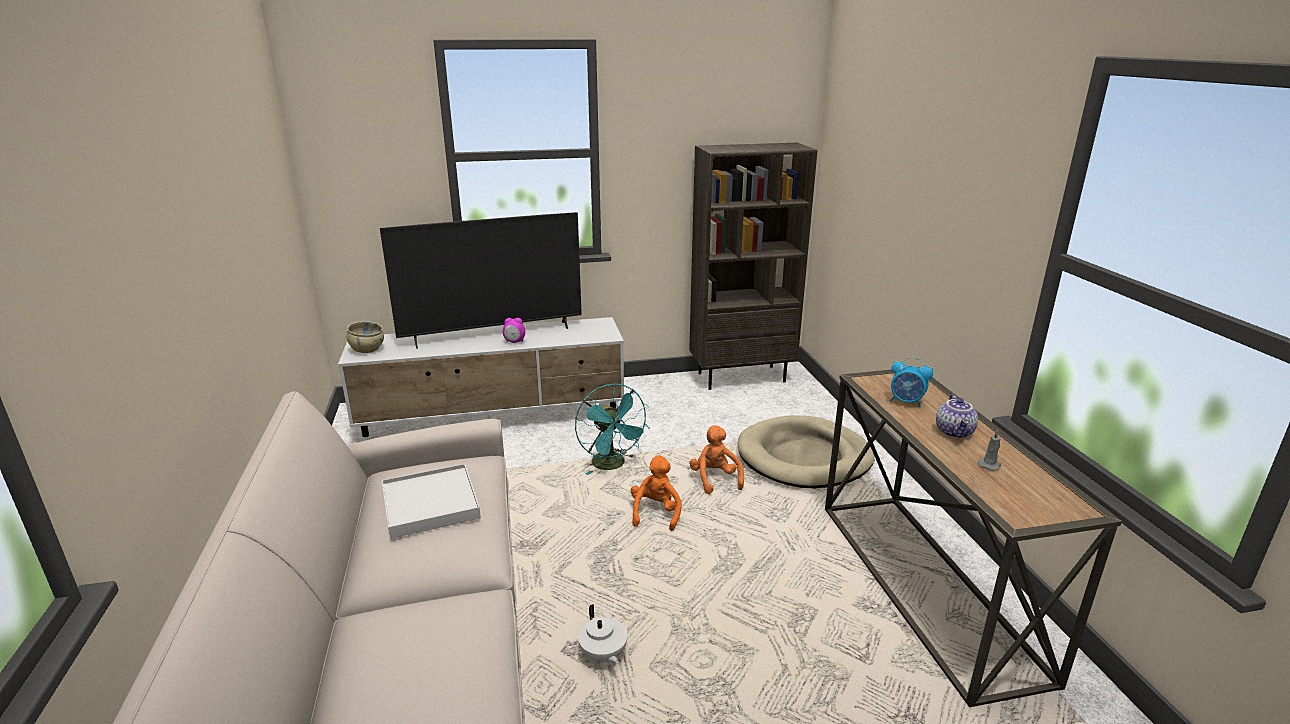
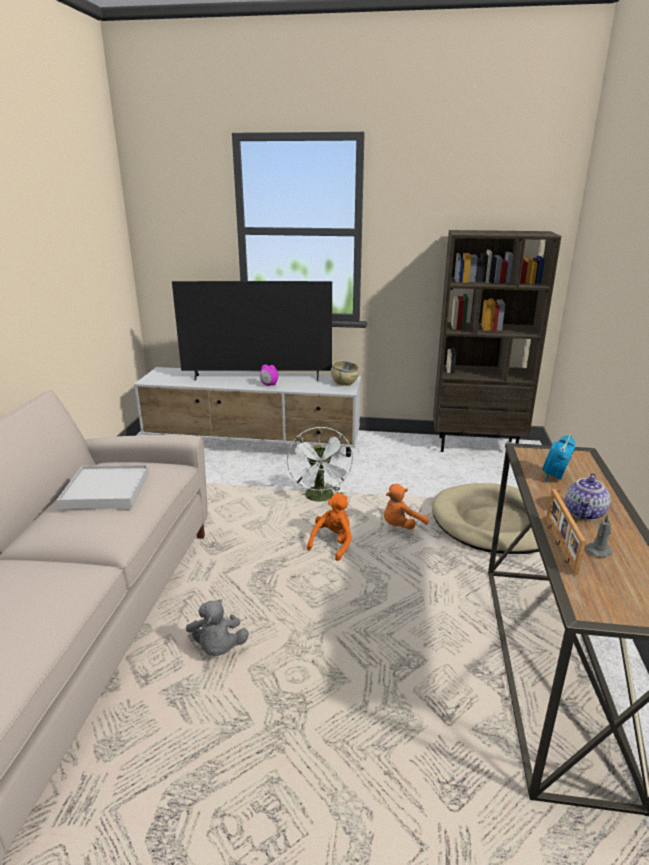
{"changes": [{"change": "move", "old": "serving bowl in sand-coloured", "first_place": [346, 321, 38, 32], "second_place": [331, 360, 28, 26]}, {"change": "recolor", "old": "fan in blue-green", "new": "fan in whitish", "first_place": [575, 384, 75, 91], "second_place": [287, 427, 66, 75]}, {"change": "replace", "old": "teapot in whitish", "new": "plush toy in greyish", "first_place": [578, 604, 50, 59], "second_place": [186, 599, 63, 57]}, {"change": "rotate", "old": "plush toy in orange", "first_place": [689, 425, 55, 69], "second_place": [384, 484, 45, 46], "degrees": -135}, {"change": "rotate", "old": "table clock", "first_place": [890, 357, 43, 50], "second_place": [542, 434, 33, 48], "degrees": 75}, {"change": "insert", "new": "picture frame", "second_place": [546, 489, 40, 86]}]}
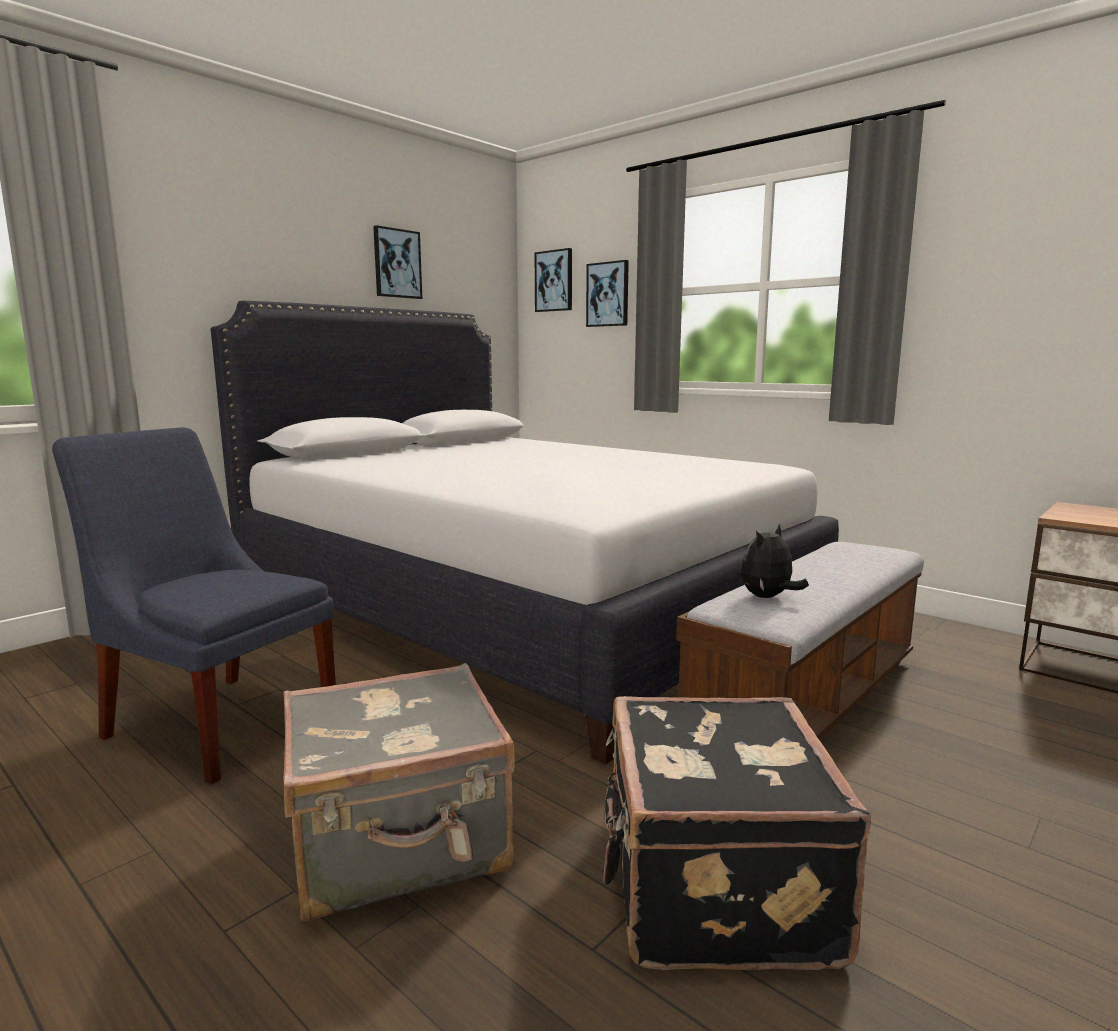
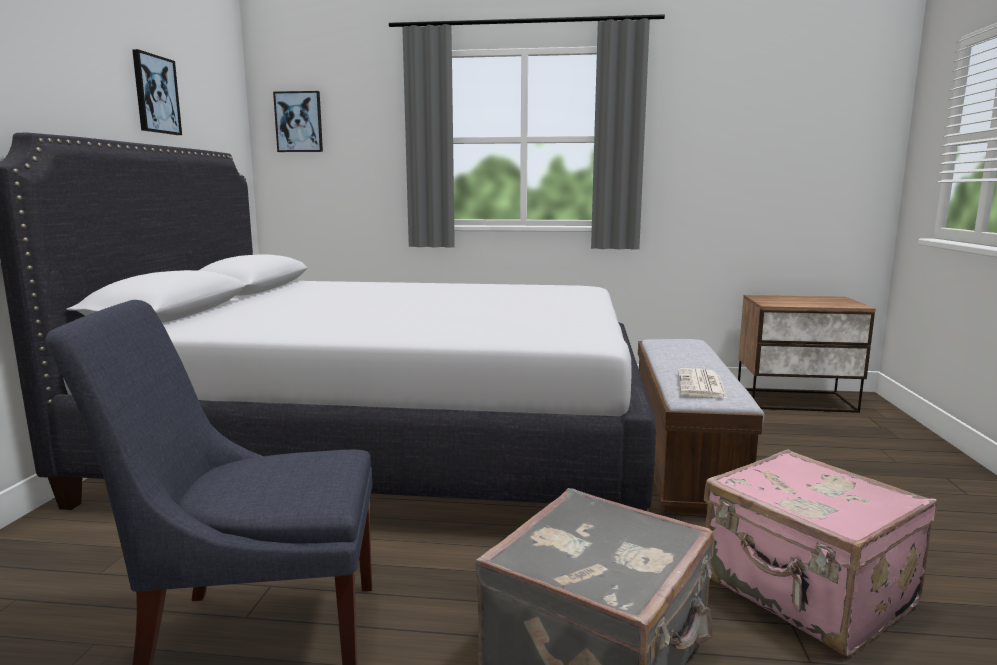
{"changes": [{"change": "delete", "old": "wall picture", "first_place": [586, 260, 43, 67]}, {"change": "recolor", "old": "travel case in black-coloured", "new": "travel case in pink", "first_place": [603, 696, 268, 274], "second_place": [704, 449, 233, 207]}, {"change": "replace", "old": "plush toy", "new": "newspaper", "first_place": [741, 524, 68, 74], "second_place": [678, 368, 50, 31]}]}
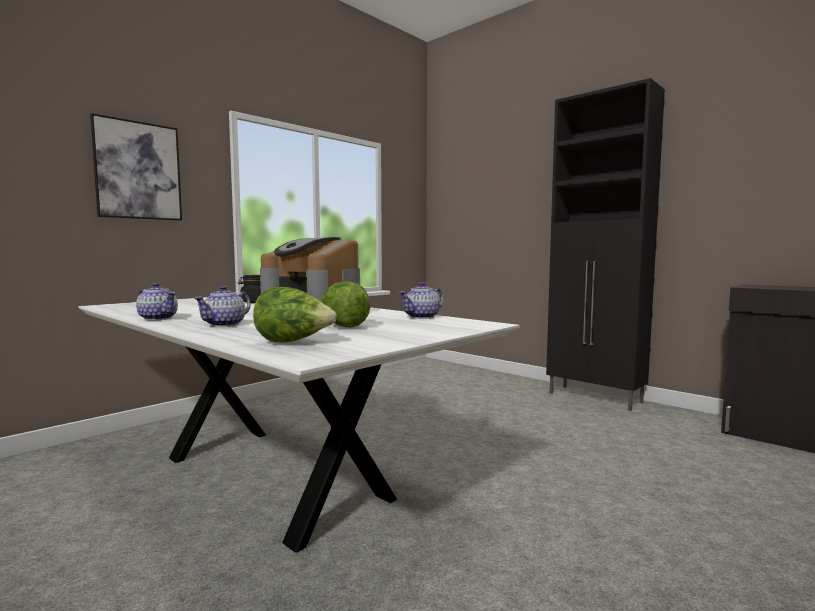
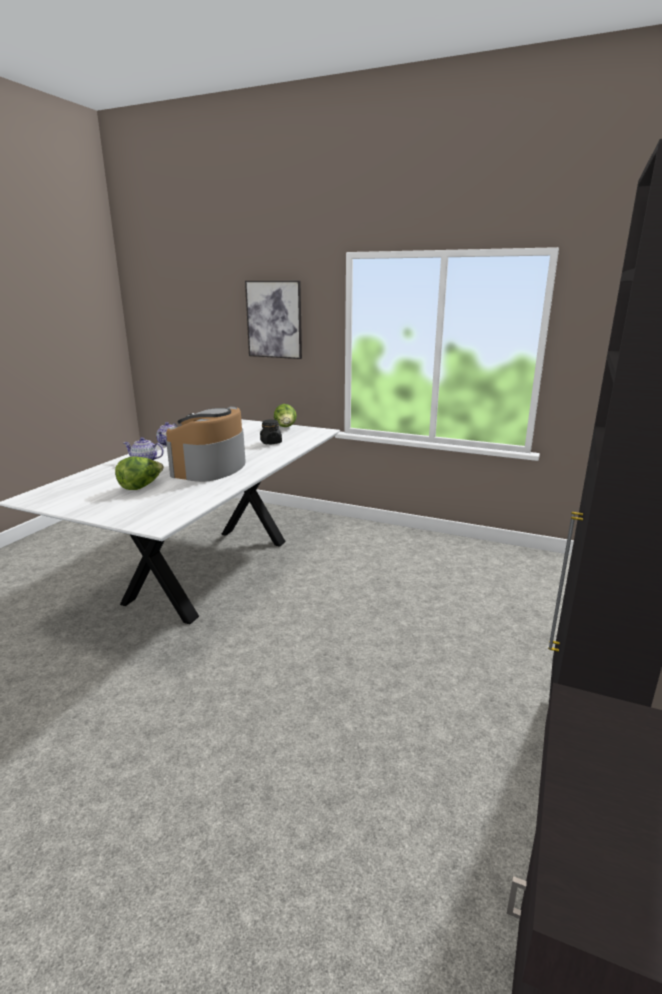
{"changes": [{"change": "move", "old": "lettuce head", "first_place": [253, 287, 84, 56], "second_place": [274, 404, 23, 23]}, {"change": "delete", "old": "teapot", "first_place": [399, 282, 45, 37]}]}
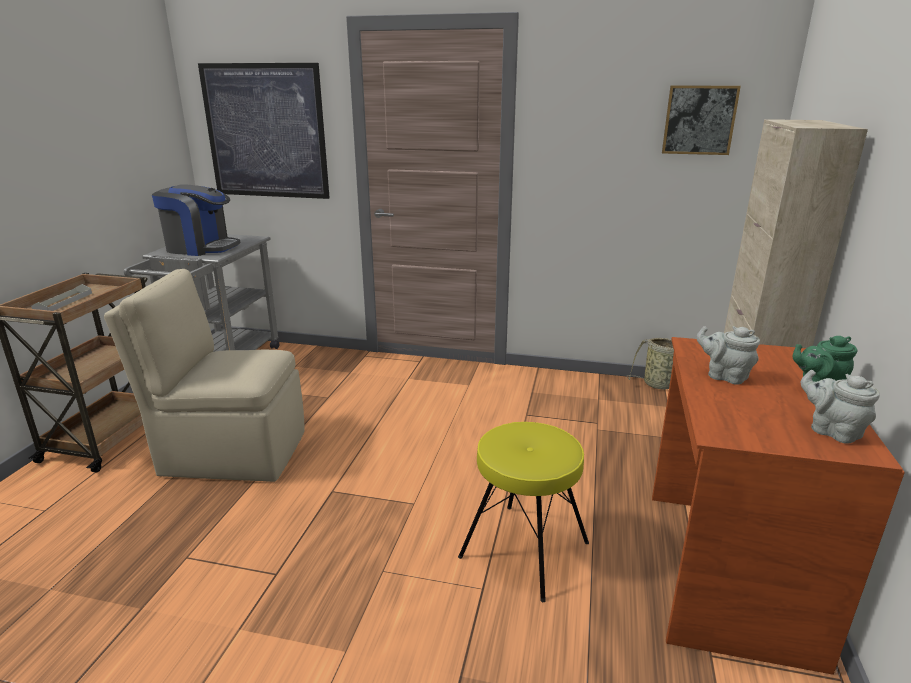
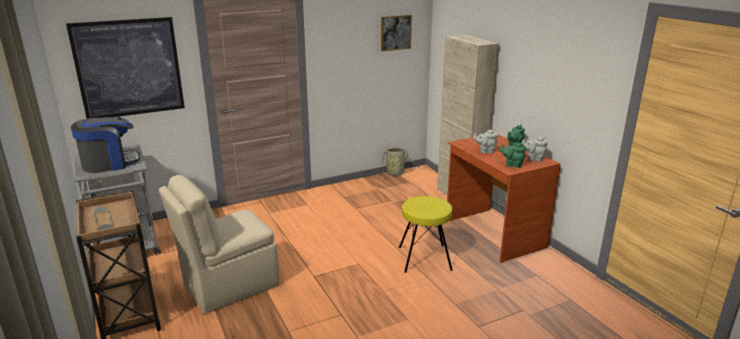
{"changes": [{"change": "insert", "new": "teapot in green", "second_place": [499, 143, 27, 25]}]}
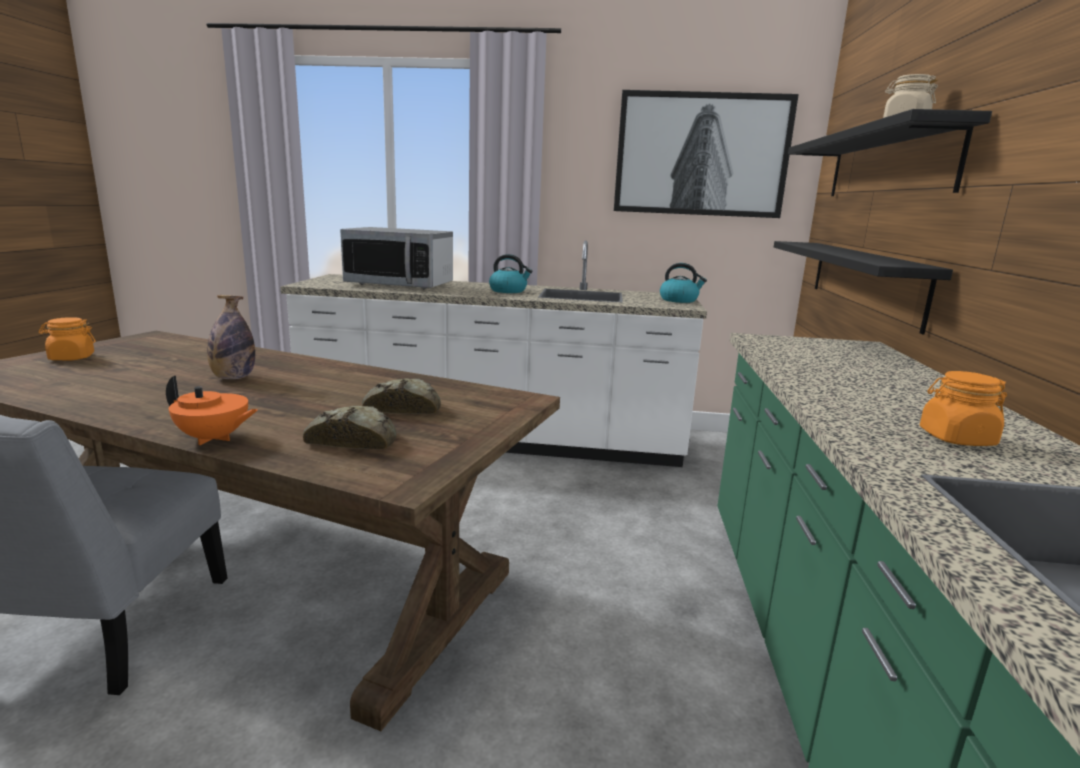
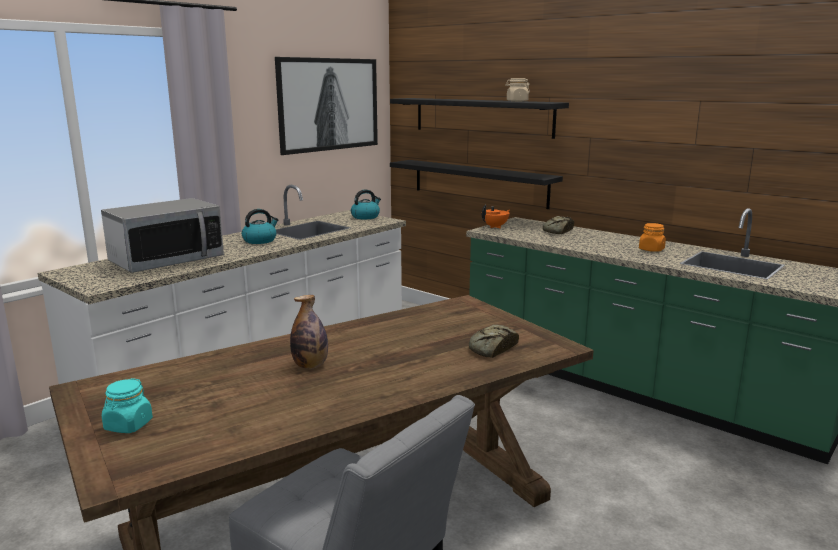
{"changes": [{"change": "recolor", "old": "preserve jar in orange", "new": "preserve jar in blue-green", "first_place": [39, 317, 57, 44], "second_place": [102, 378, 51, 55]}, {"change": "move", "old": "teapot in orange", "first_place": [166, 376, 92, 69], "second_place": [481, 205, 29, 23]}, {"change": "move", "old": "bread", "first_place": [362, 378, 79, 36], "second_place": [542, 216, 32, 18]}]}
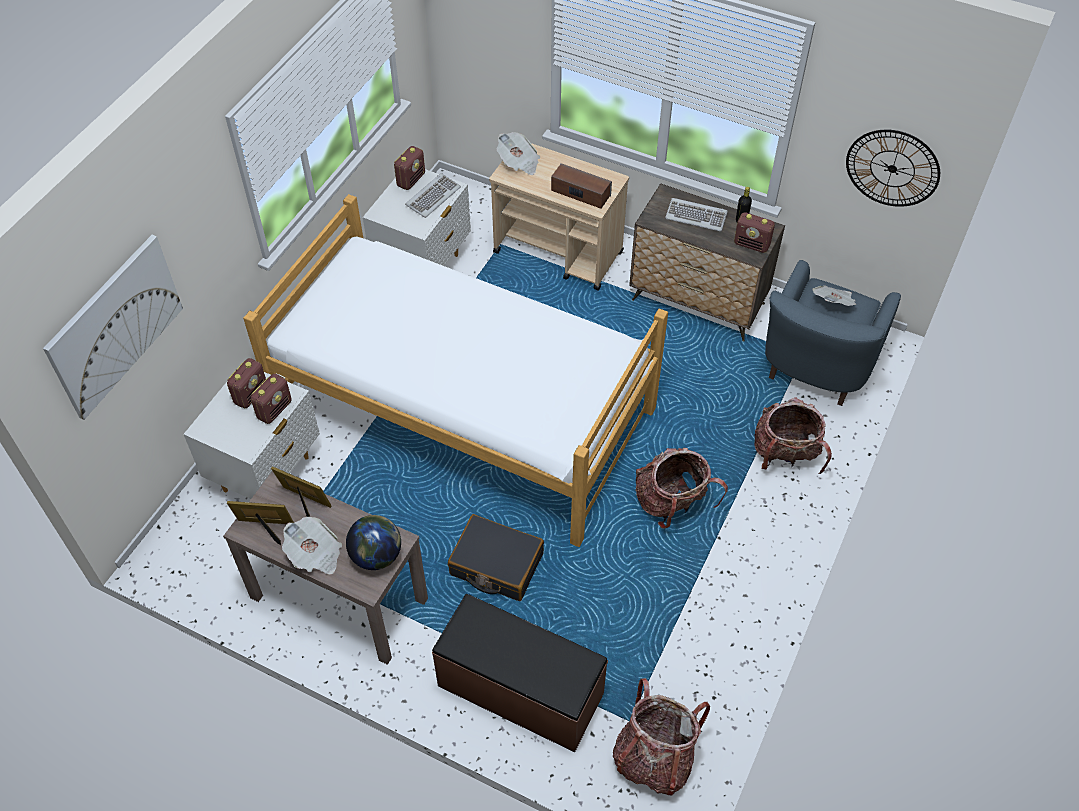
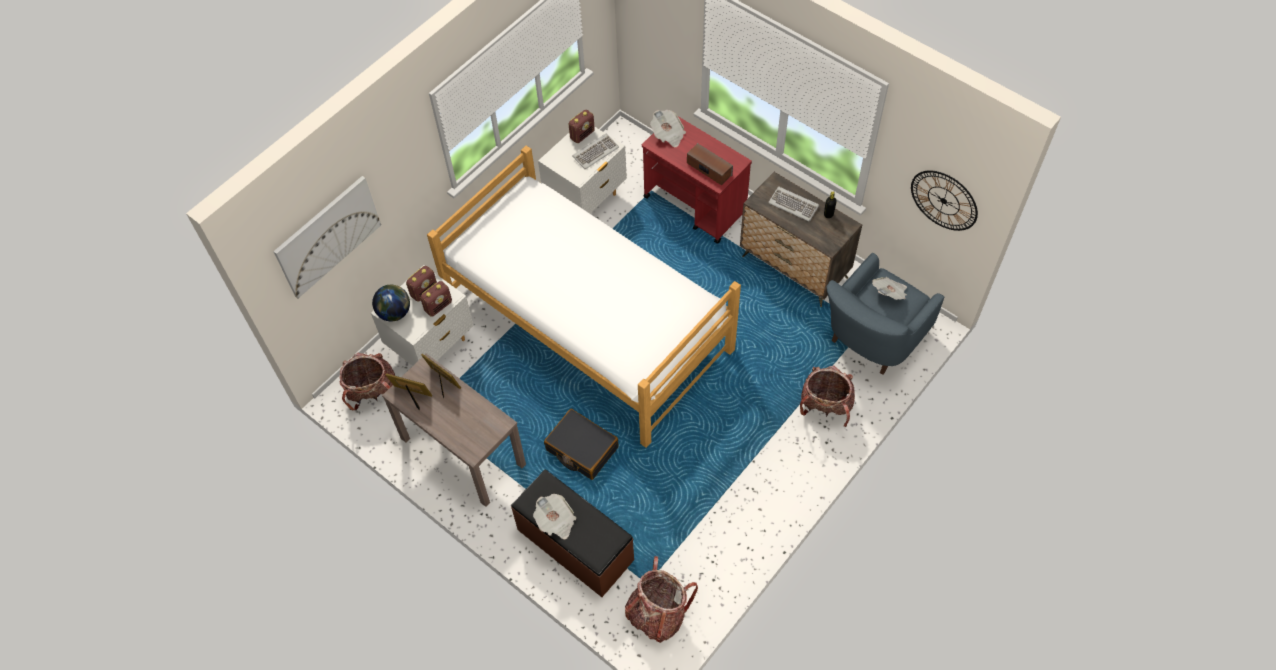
{"changes": [{"change": "move", "old": "newspaper", "first_place": [282, 517, 60, 58], "second_place": [533, 494, 44, 45]}, {"change": "move", "old": "globe", "first_place": [346, 515, 55, 55], "second_place": [372, 285, 38, 37]}, {"change": "recolor", "old": "cart in sand-coloured", "new": "cart in red-coloured", "first_place": [489, 143, 140, 148], "second_place": [642, 116, 110, 128]}, {"change": "move", "old": "backpack", "first_place": [635, 448, 93, 81], "second_place": [339, 352, 56, 58]}, {"change": "delete", "old": "radio", "first_place": [734, 212, 41, 41]}]}
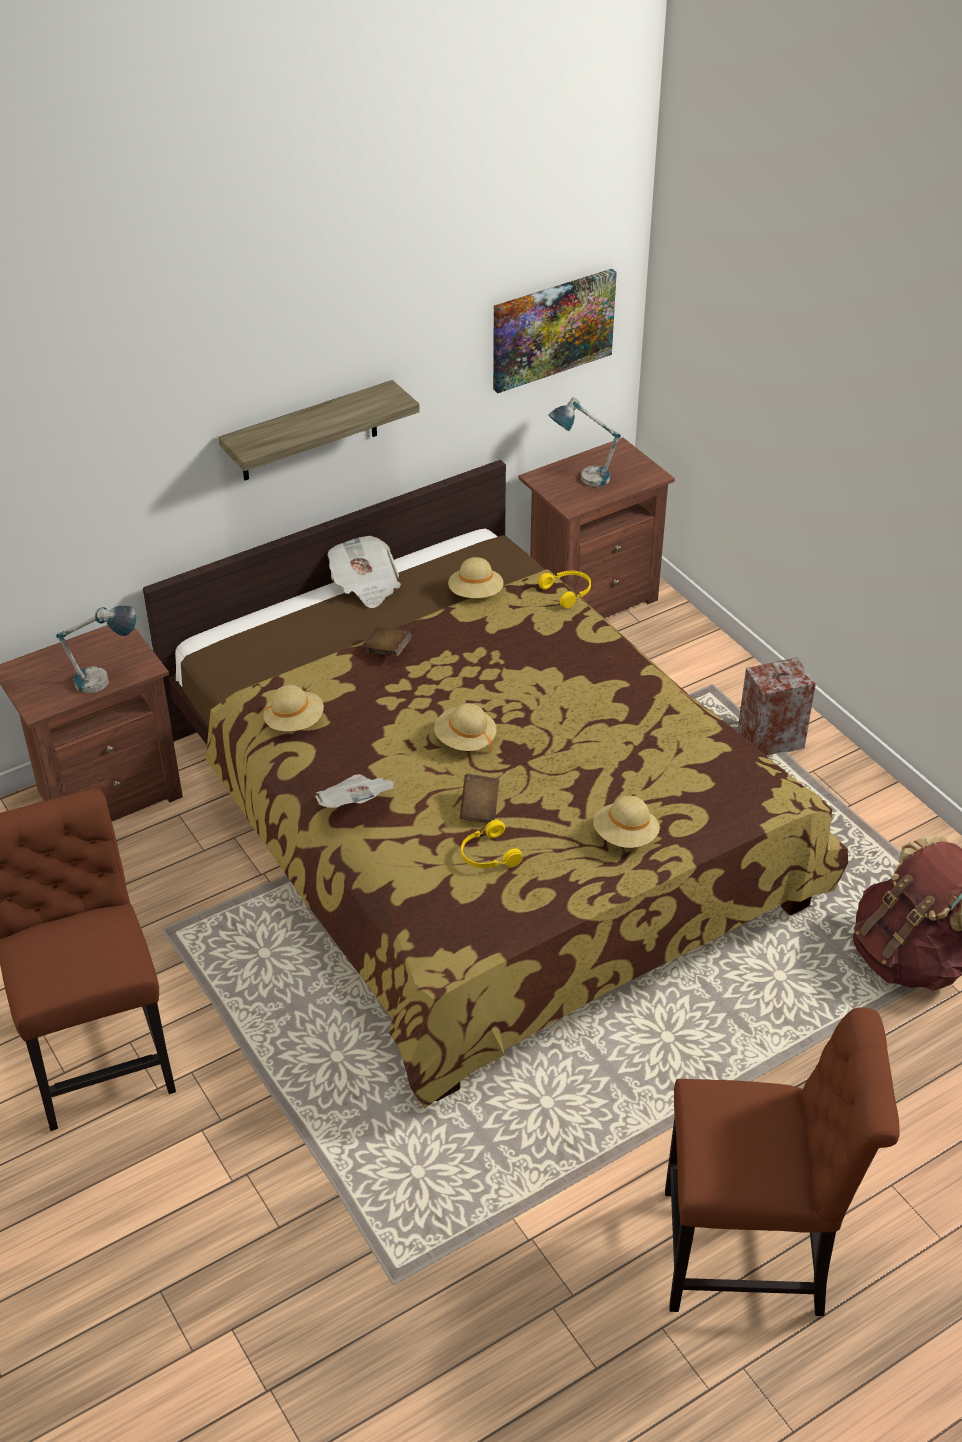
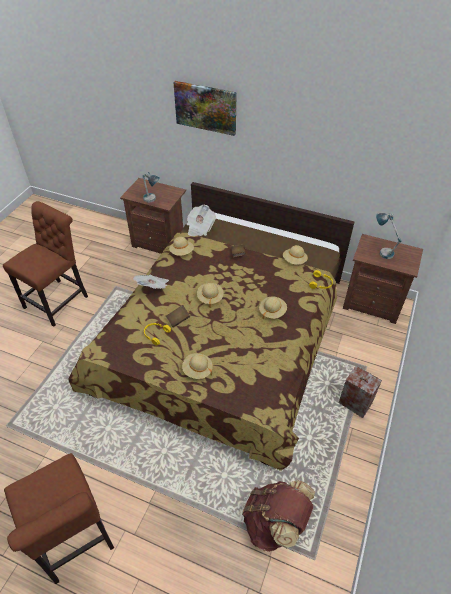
{"changes": [{"change": "delete", "old": "shelf", "first_place": [218, 380, 202, 100]}, {"change": "move", "old": "newspaper", "first_place": [328, 536, 73, 72], "second_place": [186, 205, 30, 31]}, {"change": "move", "old": "wall picture", "first_place": [493, 269, 124, 124], "second_place": [173, 81, 64, 55]}, {"change": "insert", "new": "wearable hat in sand-coloured", "second_place": [259, 297, 28, 22]}]}
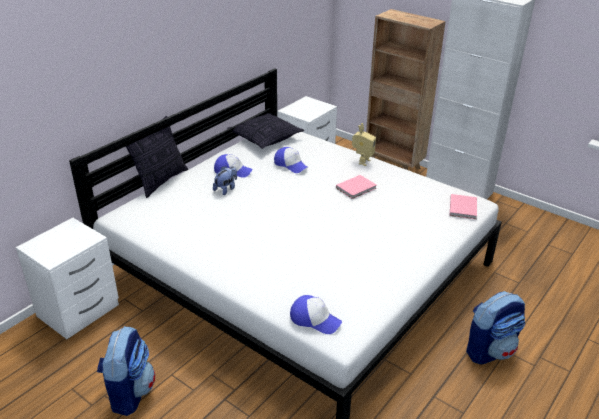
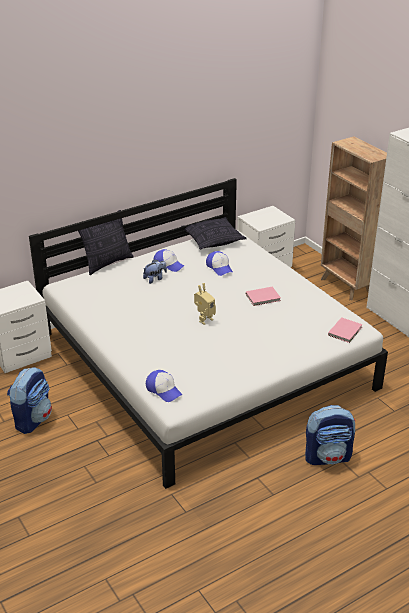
{"changes": [{"change": "move", "old": "model robot", "first_place": [352, 123, 24, 43], "second_place": [194, 283, 22, 42]}]}
